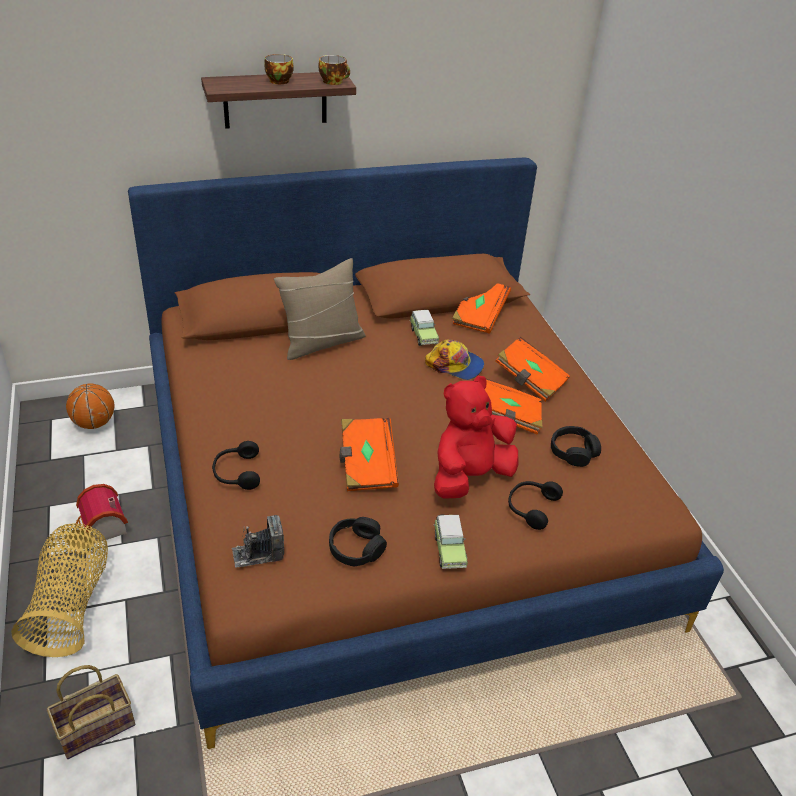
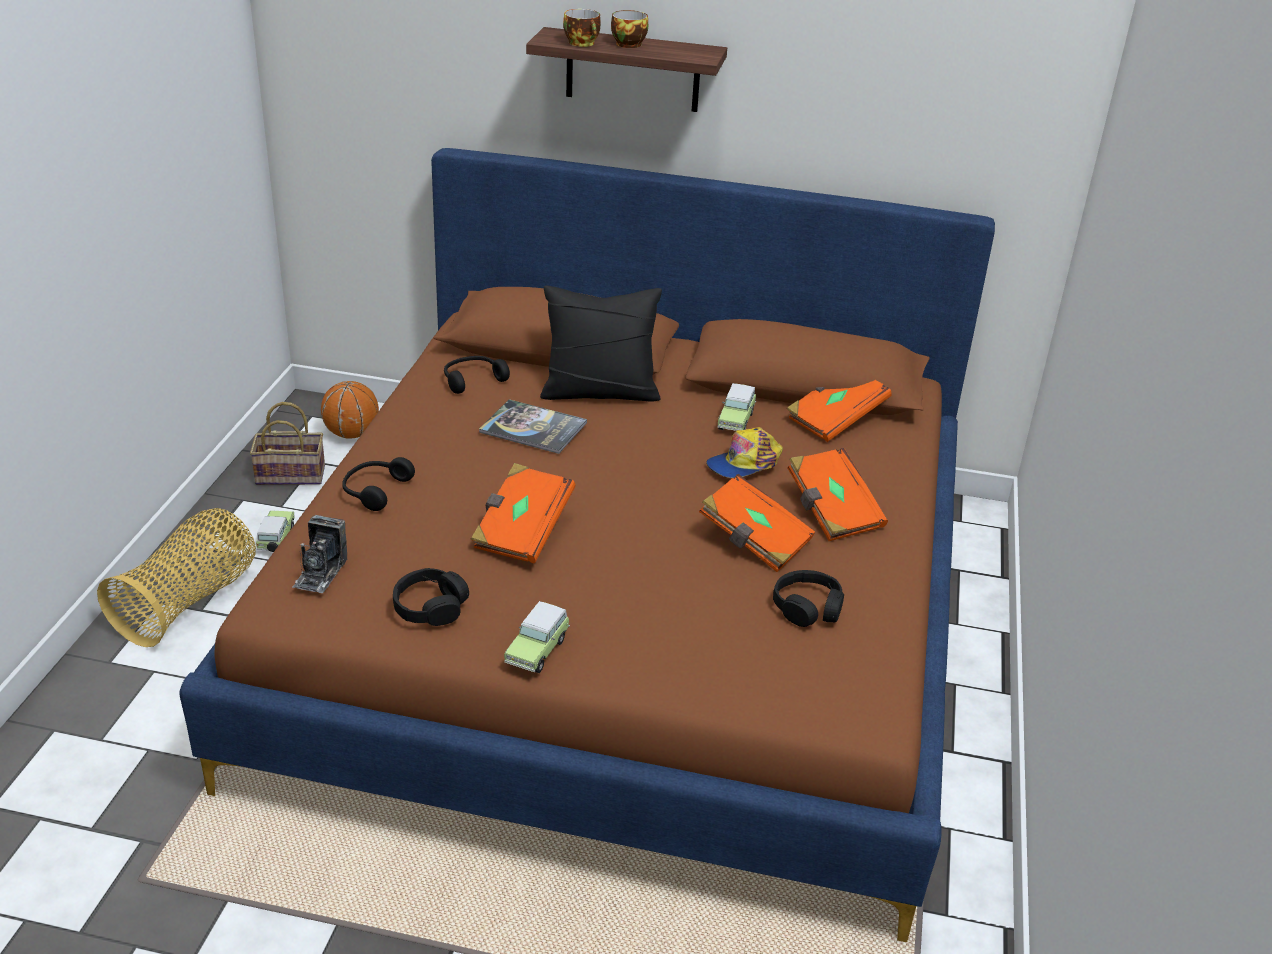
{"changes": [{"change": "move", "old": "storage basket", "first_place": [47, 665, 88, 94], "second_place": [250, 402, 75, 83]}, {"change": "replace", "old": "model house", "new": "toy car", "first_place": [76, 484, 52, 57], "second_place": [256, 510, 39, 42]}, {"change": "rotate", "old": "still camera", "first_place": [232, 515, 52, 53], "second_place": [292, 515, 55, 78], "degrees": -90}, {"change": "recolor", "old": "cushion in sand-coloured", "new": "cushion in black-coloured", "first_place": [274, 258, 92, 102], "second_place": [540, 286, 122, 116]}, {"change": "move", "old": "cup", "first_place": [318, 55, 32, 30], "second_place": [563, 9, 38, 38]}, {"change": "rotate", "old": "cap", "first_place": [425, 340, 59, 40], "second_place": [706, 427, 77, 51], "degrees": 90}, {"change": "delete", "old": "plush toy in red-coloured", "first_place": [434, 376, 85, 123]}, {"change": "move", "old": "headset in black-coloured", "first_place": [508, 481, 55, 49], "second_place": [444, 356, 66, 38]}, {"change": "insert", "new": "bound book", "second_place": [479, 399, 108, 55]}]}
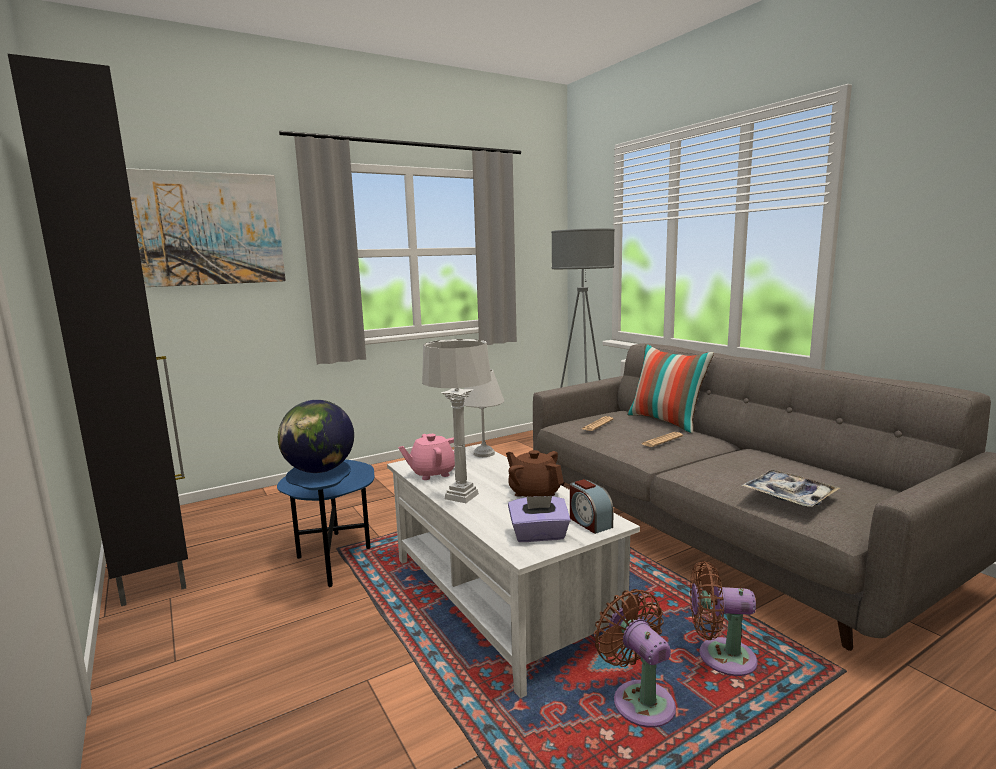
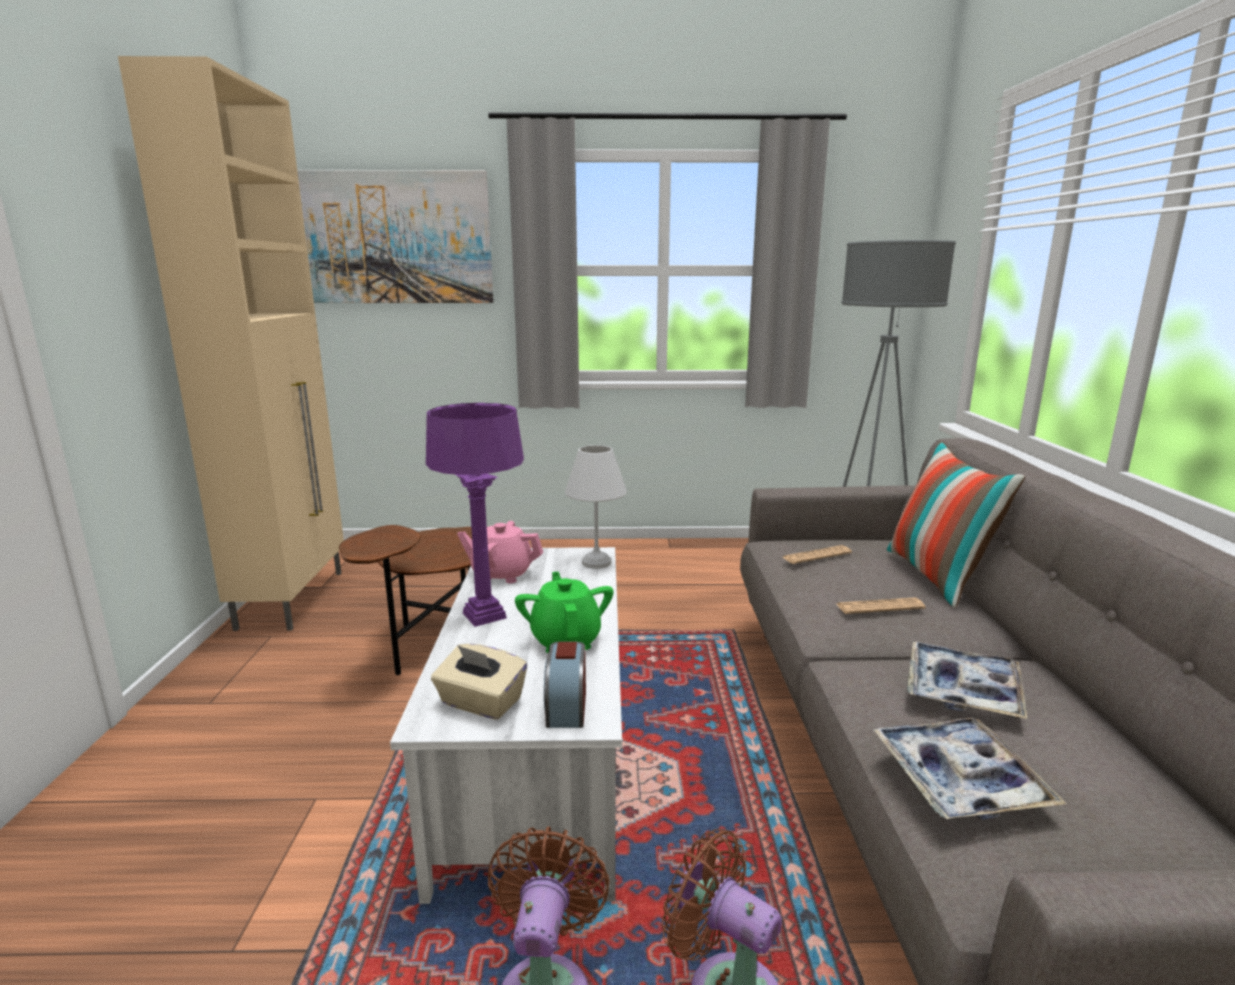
{"changes": [{"change": "recolor", "old": "storage cabinet in black-coloured", "new": "storage cabinet in sand-coloured", "first_place": [8, 54, 180, 552], "second_place": [118, 56, 226, 575]}, {"change": "recolor", "old": "end table in blue-coloured", "new": "end table in brown-coloured", "first_place": [277, 459, 98, 128], "second_place": [339, 525, 133, 150]}, {"change": "delete", "old": "globe", "first_place": [278, 400, 76, 73]}, {"change": "recolor", "old": "table lamp in greyish", "new": "table lamp in purple", "first_place": [422, 339, 69, 164], "second_place": [426, 403, 98, 224]}, {"change": "recolor", "old": "teapot in brown-coloured", "new": "teapot in green", "first_place": [506, 450, 58, 47], "second_place": [515, 572, 99, 81]}, {"change": "recolor", "old": "tissue box in purple", "new": "tissue box in sand-coloured", "first_place": [508, 496, 63, 46], "second_place": [431, 644, 96, 76]}, {"change": "insert", "new": "serving tray", "second_place": [907, 642, 120, 77]}]}
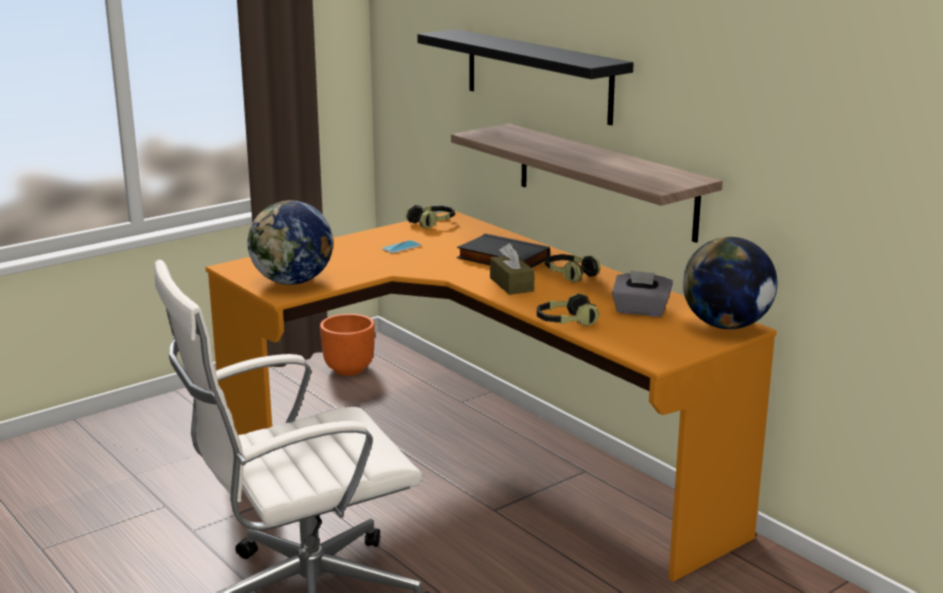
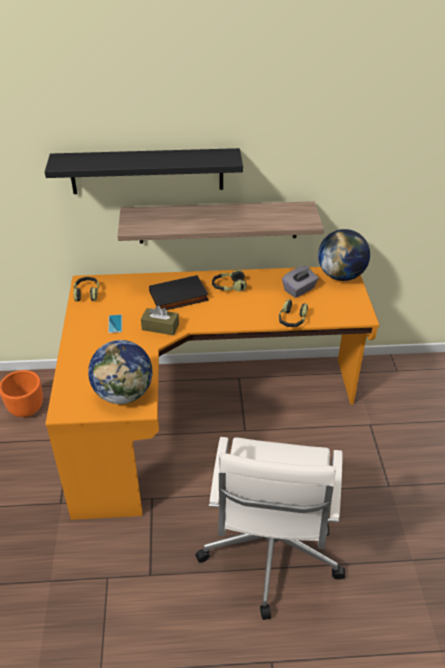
{"changes": [{"change": "move", "old": "tissue box in brown-coloured", "first_place": [490, 243, 45, 52], "second_place": [141, 305, 38, 31]}]}
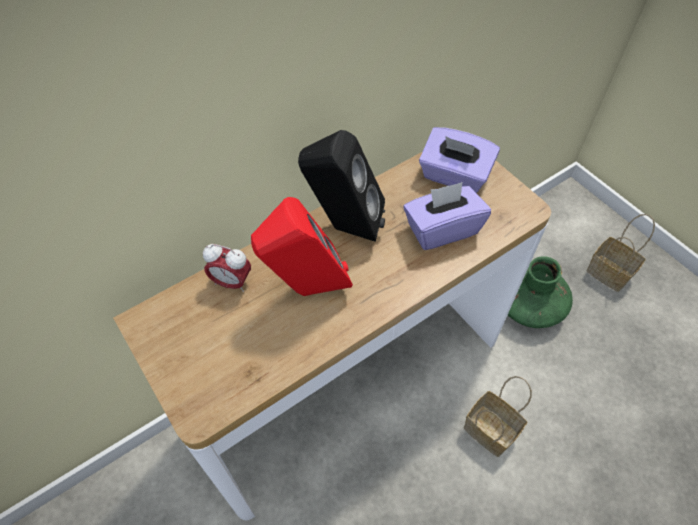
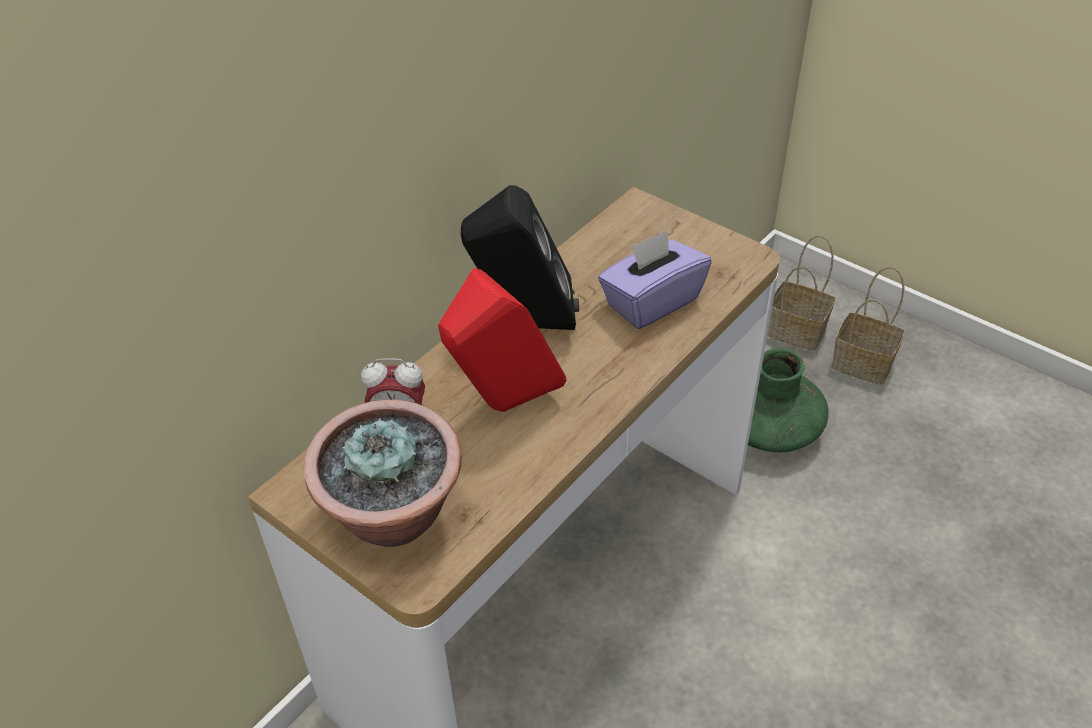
{"changes": [{"change": "delete", "old": "tissue box in purple", "first_place": [419, 127, 81, 66]}, {"change": "move", "old": "storage basket", "first_place": [464, 376, 68, 81], "second_place": [767, 235, 68, 116]}, {"change": "insert", "new": "houseplant", "second_place": [304, 400, 158, 147]}]}
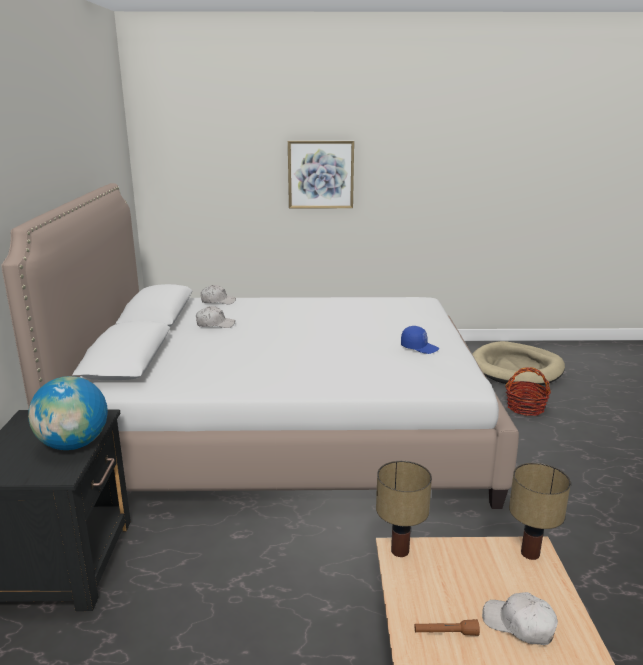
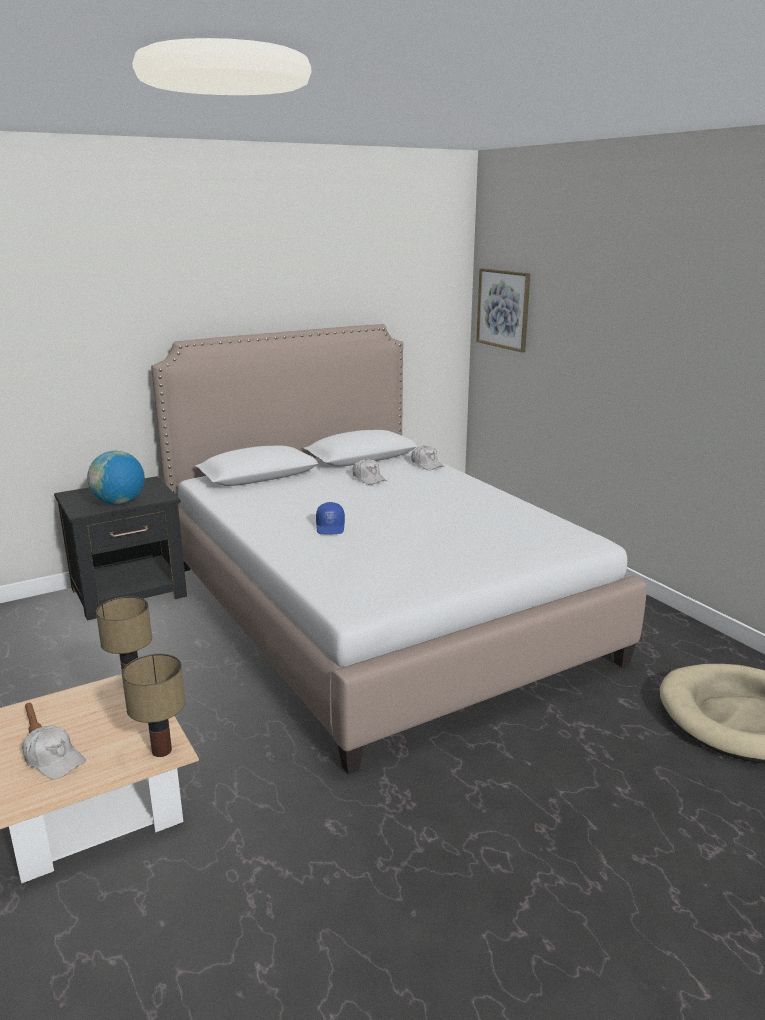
{"changes": [{"change": "move", "old": "wall picture", "first_place": [288, 141, 66, 67], "second_place": [476, 268, 54, 84]}, {"change": "move", "old": "cap in blue-coloured", "first_place": [401, 326, 38, 28], "second_place": [316, 502, 29, 32]}, {"change": "rotate", "old": "cap in whitish", "first_place": [482, 592, 76, 53], "second_place": [22, 725, 64, 55], "degrees": 120}, {"change": "delete", "old": "storage basket", "first_place": [505, 367, 46, 49]}]}
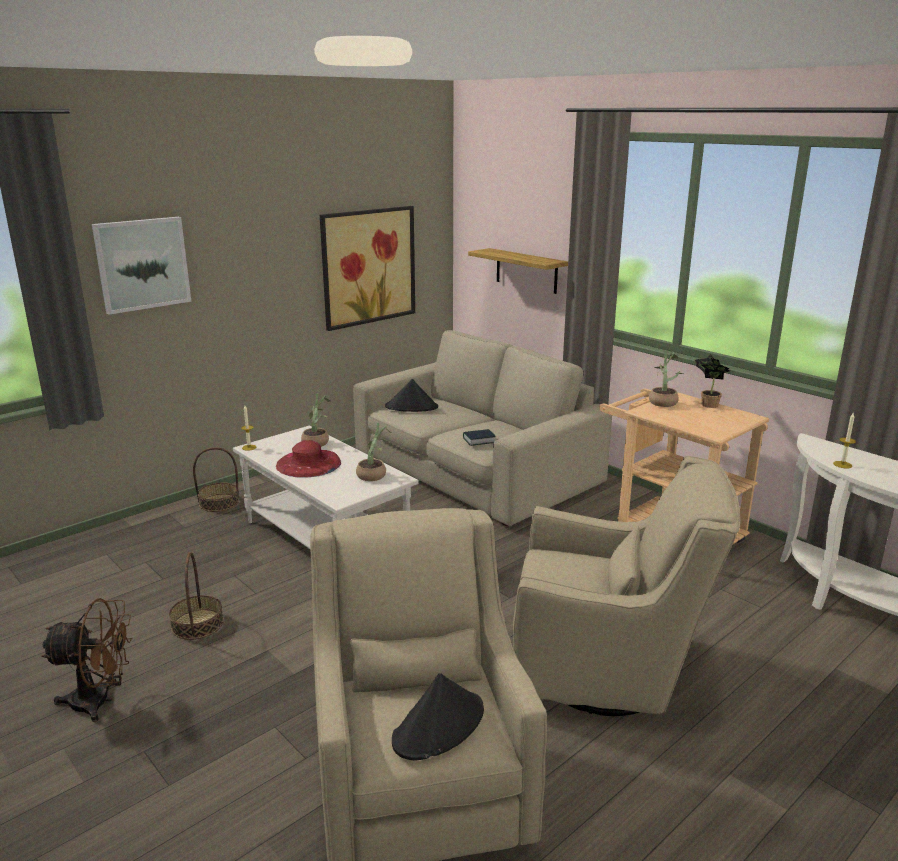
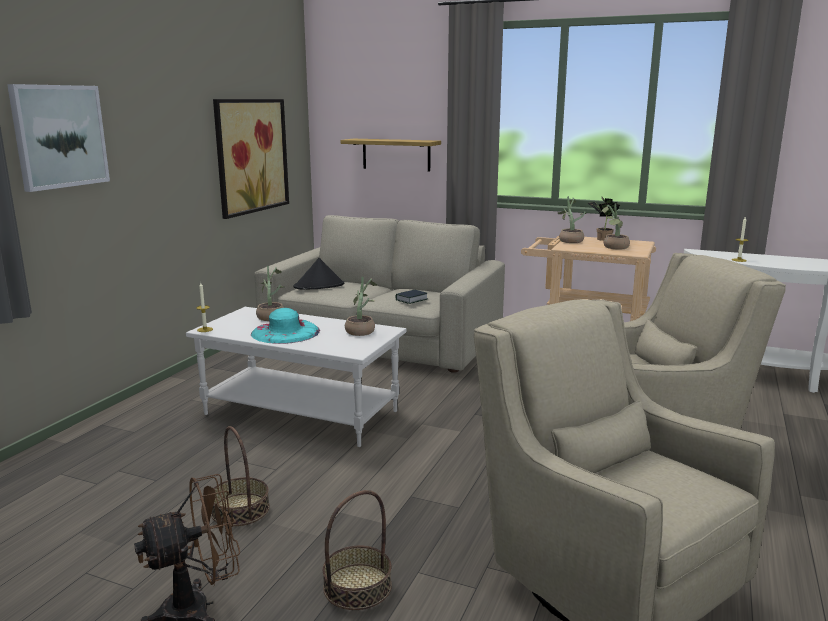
{"changes": [{"change": "move", "old": "storage basket", "first_place": [193, 447, 46, 65], "second_place": [323, 490, 69, 120]}, {"change": "recolor", "old": "wearable hat in red-coloured", "new": "wearable hat in blue-green", "first_place": [276, 440, 65, 38], "second_place": [251, 308, 69, 36]}, {"change": "delete", "old": "wearable hat in black-coloured", "first_place": [392, 673, 92, 87]}, {"change": "insert", "new": "houseplant", "second_place": [602, 203, 28, 46]}]}
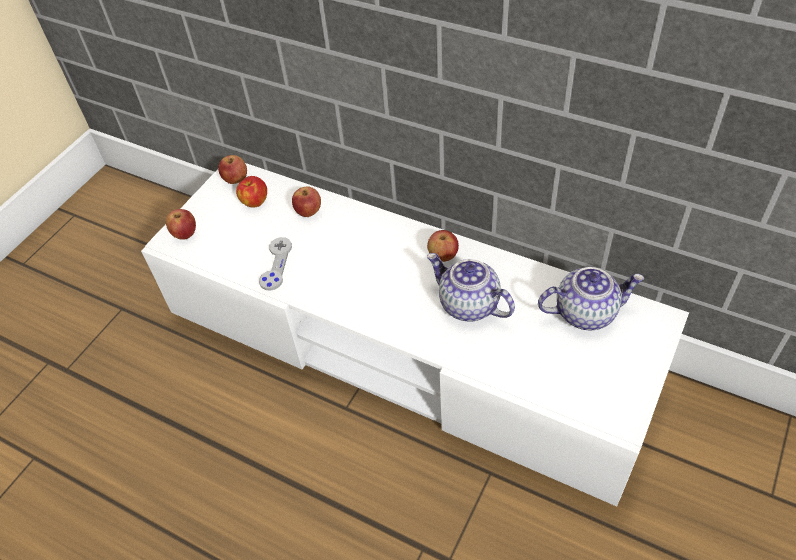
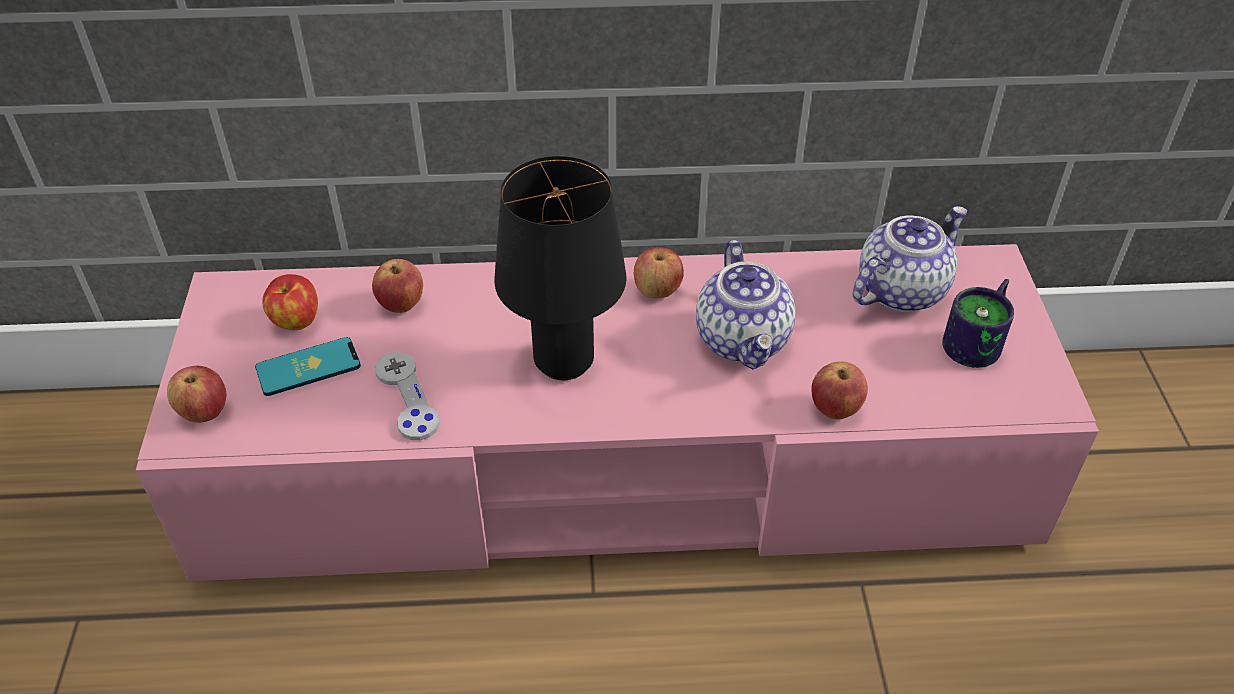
{"changes": [{"change": "recolor", "old": "tv unit in whitish", "new": "tv unit in pink", "first_place": [141, 163, 548, 344], "second_place": [136, 244, 963, 337]}, {"change": "move", "old": "apple", "first_place": [218, 155, 29, 29], "second_place": [811, 361, 57, 58]}, {"change": "rotate", "old": "teapot", "first_place": [427, 253, 88, 69], "second_place": [696, 240, 100, 130], "degrees": -105}, {"change": "insert", "new": "telephone", "second_place": [255, 337, 106, 59]}, {"change": "insert", "new": "table lamp in black-coloured", "second_place": [494, 156, 132, 224]}, {"change": "insert", "new": "tea mug", "second_place": [942, 279, 72, 89]}]}
